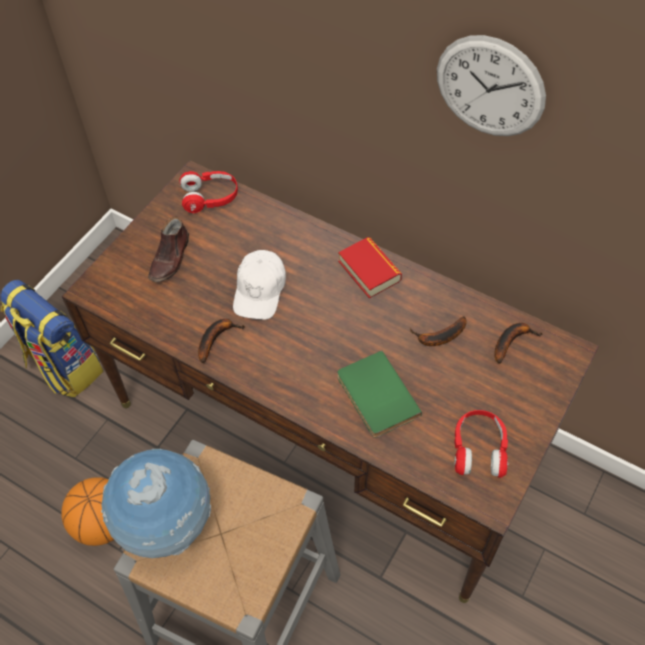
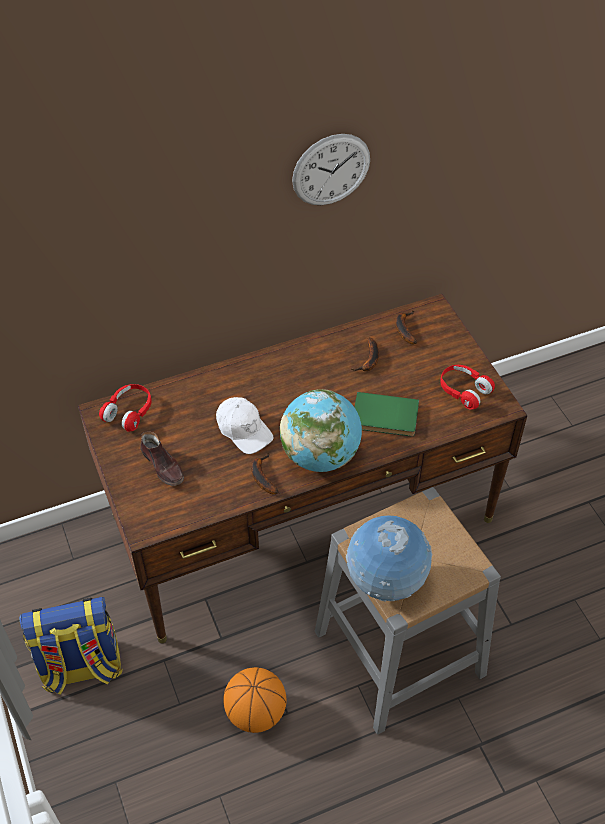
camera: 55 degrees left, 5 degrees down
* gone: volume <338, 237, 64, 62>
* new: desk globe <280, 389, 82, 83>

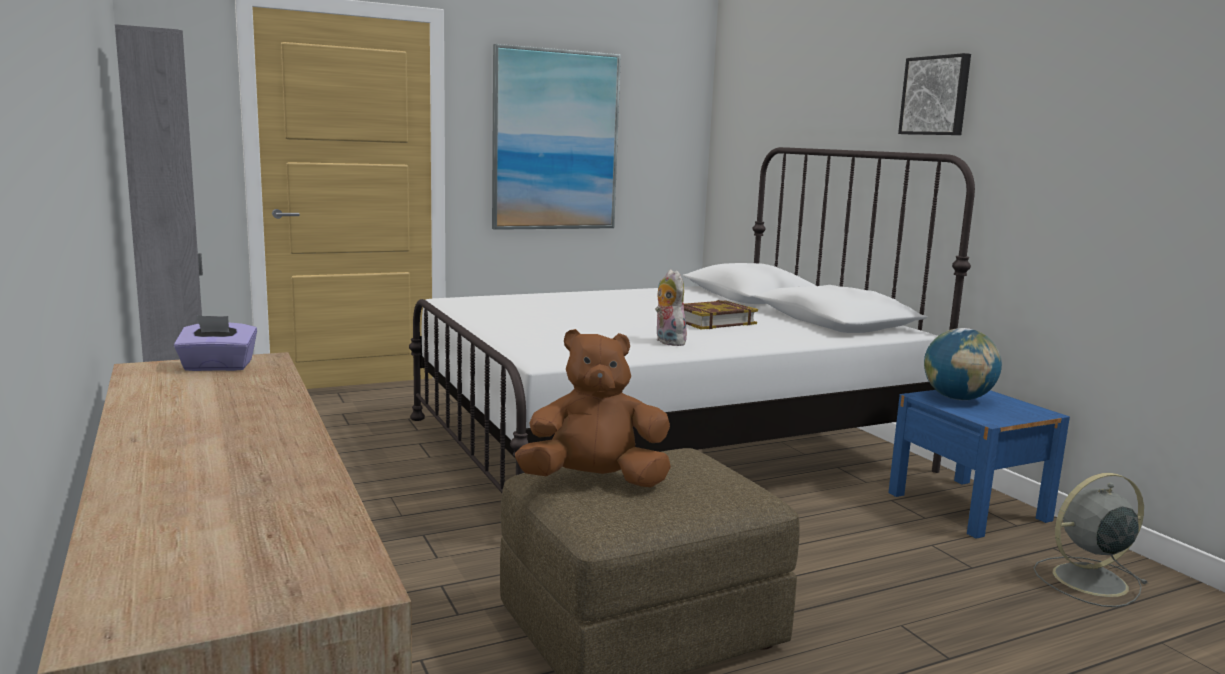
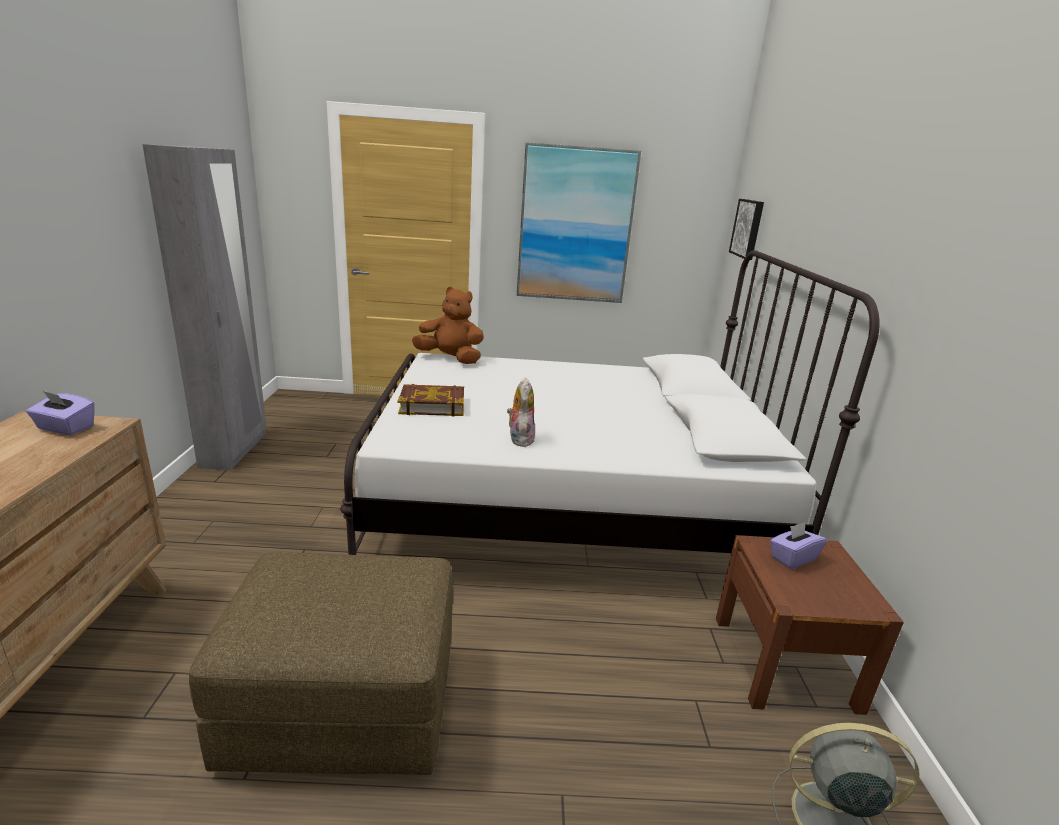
camera: 25 degrees right, 10 degrees up
* shifted: brown-coloured soft toy <515, 329, 156, 158> to <412, 287, 72, 77>
* shifted: volume <684, 300, 74, 29> to <398, 384, 66, 32>
* repainted: blue night table <888, 390, 182, 149> to brown-coloured night table <716, 535, 188, 180>
* shifted: wall art <898, 53, 73, 82> to <729, 199, 35, 61>
* swapped: desk globe <924, 328, 78, 72> to purple box of tissues <770, 522, 57, 47>

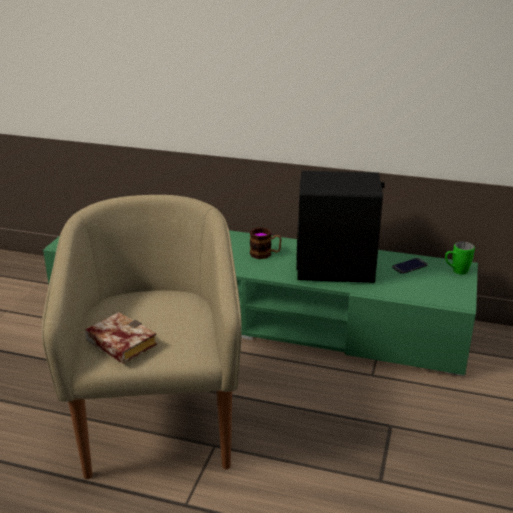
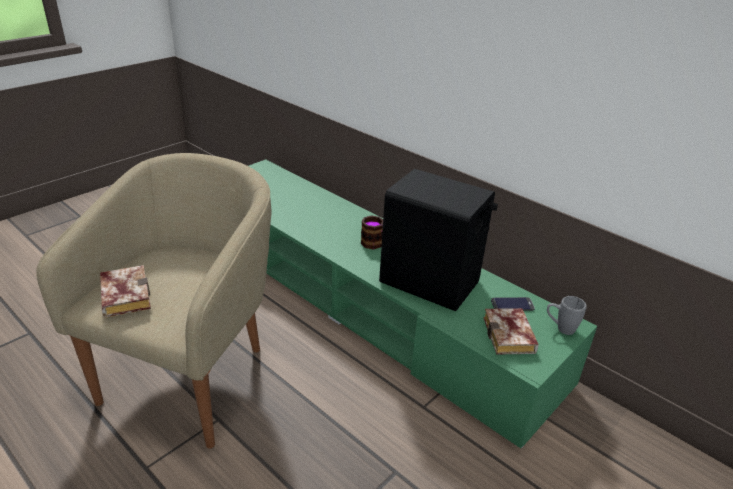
camera: 25 degrees right, 5 degrees up
* repainted: greenish mug <445, 242, 30, 32> to gray mug <547, 296, 40, 39>
* new: volume <484, 308, 54, 47>

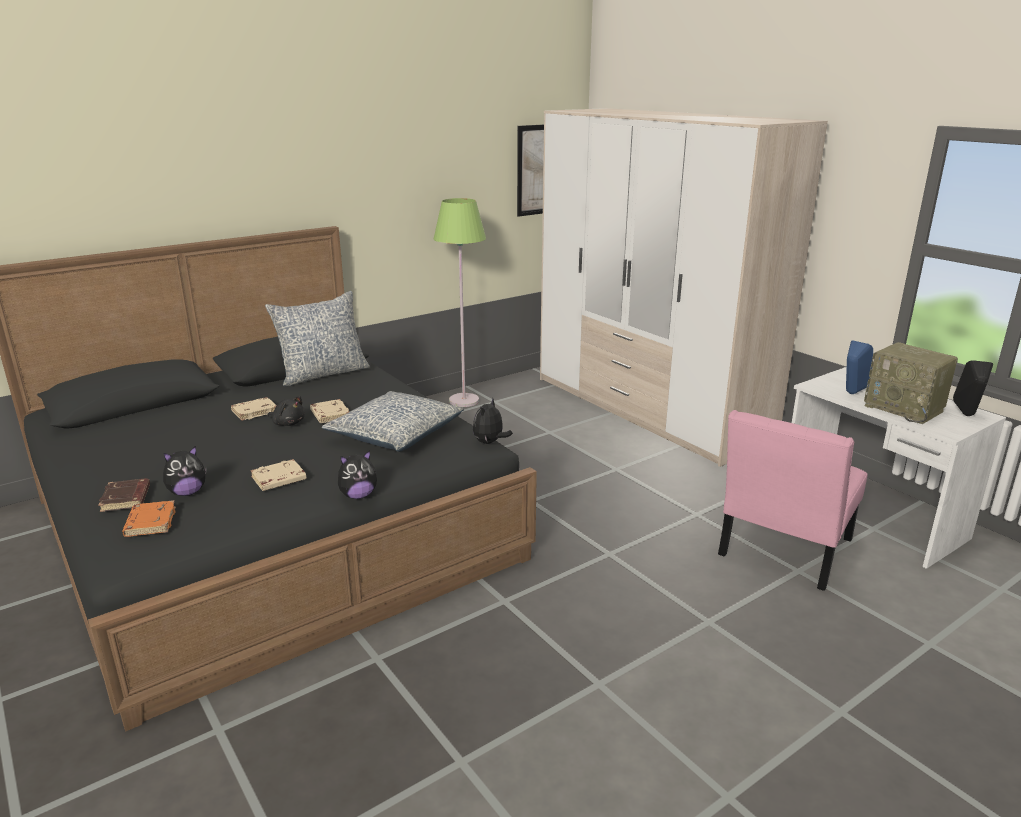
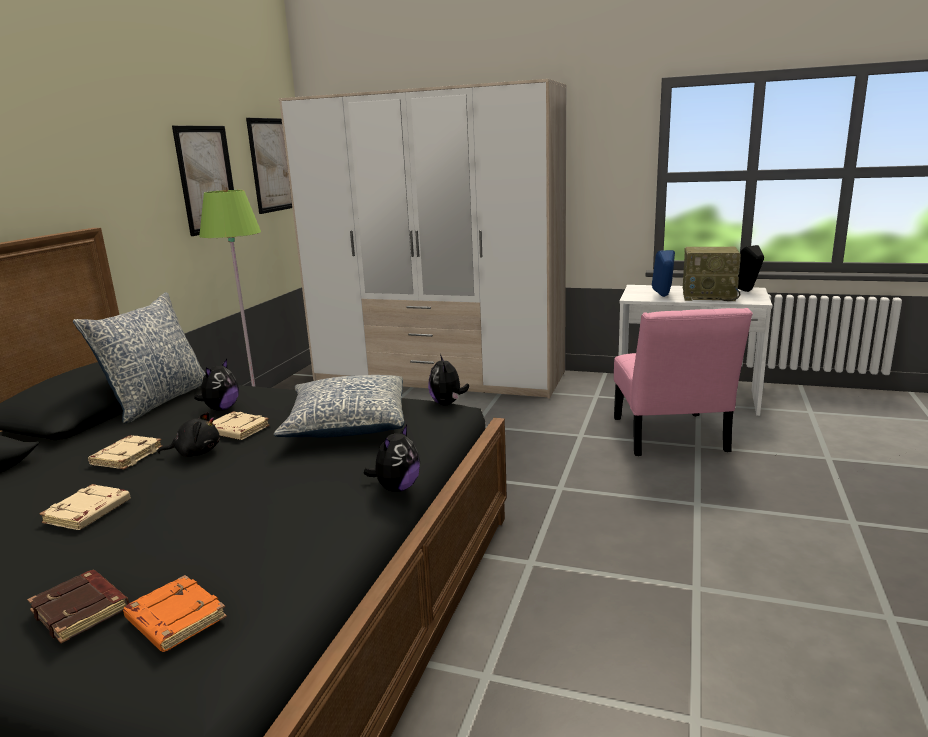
camera: 35 degrees left, 5 degrees down
* shifted: soft toy <163, 446, 44, 50> to <194, 359, 45, 52>
* shifted: beige volume <250, 459, 57, 32> to <39, 484, 92, 46>
* new: wall art <172, 125, 62, 111>

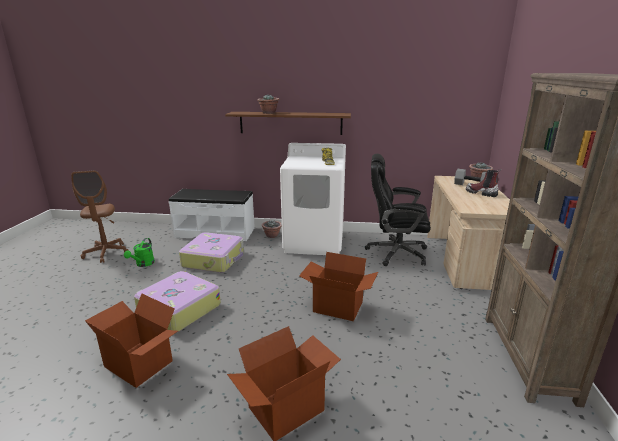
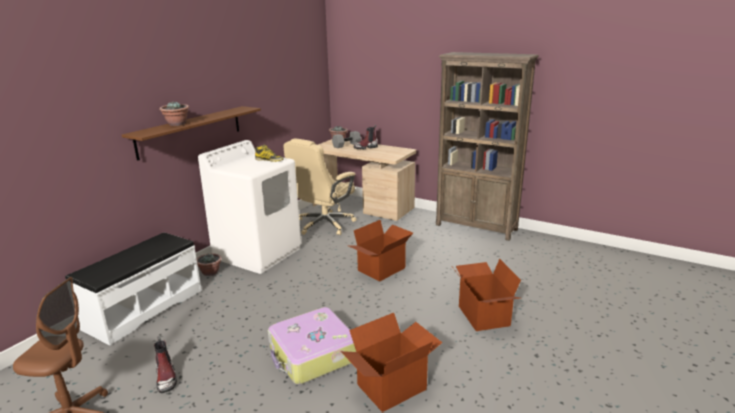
camera: 65 degrees left, 0 degrees up
* swapped: greenish watering can <124, 238, 31, 29> to boot <154, 336, 23, 57>
* gone: piece of luggage <179, 232, 65, 41>
* repainted: blackish office chair <365, 154, 66, 112> to beige office chair <284, 139, 73, 96>

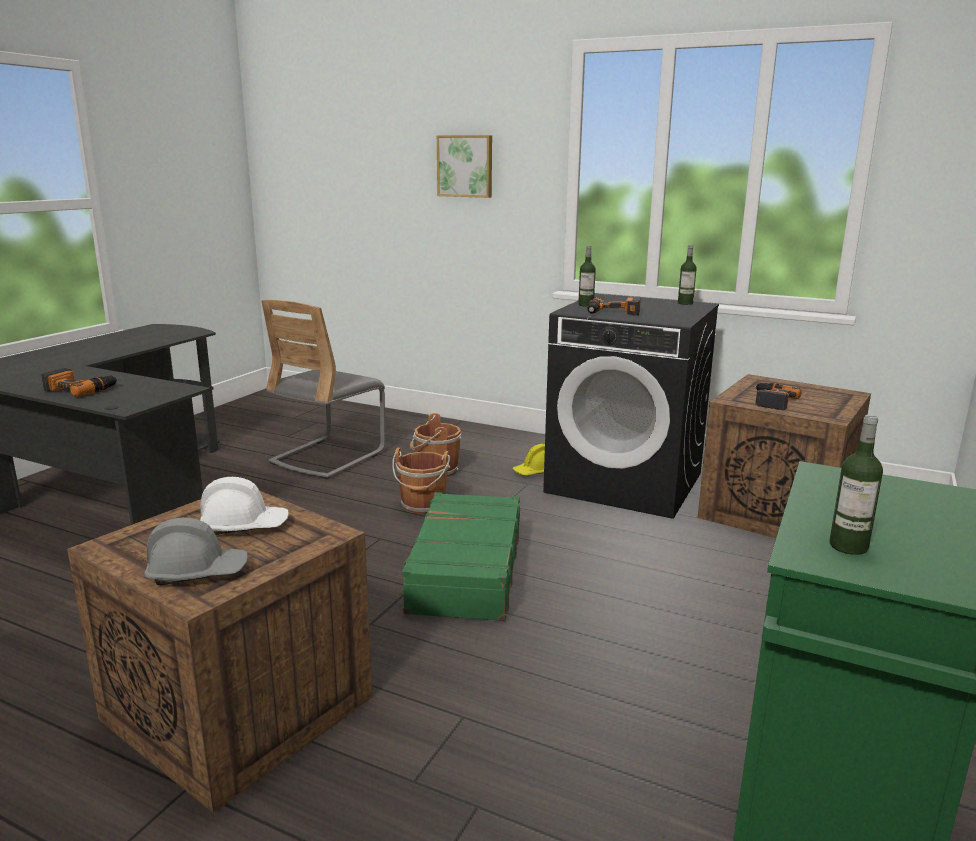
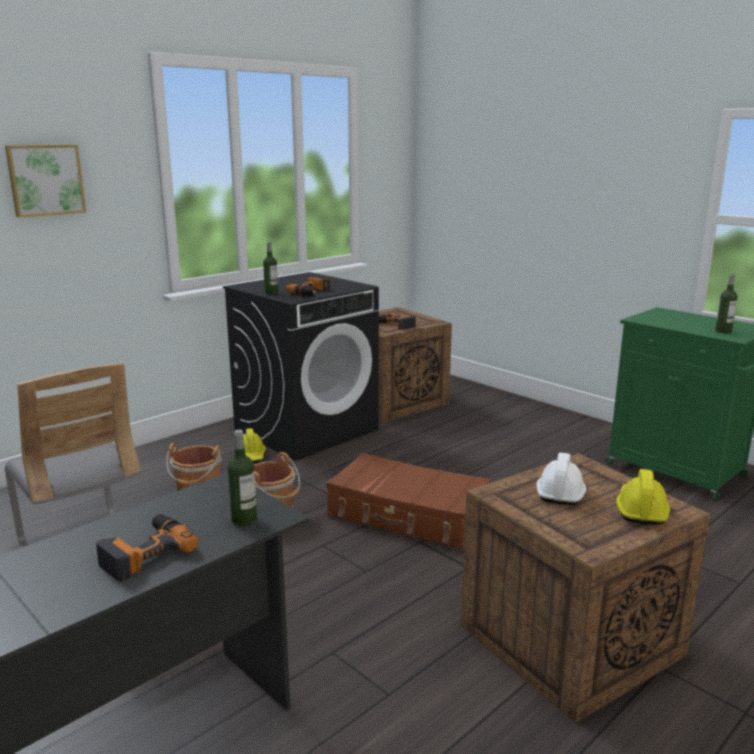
camera: 70 degrees left, 0 degrees up
* repainted: gray work helmet <144, 518, 104, 67> to yellowish work helmet <616, 469, 54, 56>
* repainted: greenish piece of luggage <398, 492, 122, 129> to brown-coloured piece of luggage <326, 453, 165, 97>
* shifted: drink bottle <678, 245, 19, 60> to <228, 430, 29, 96>

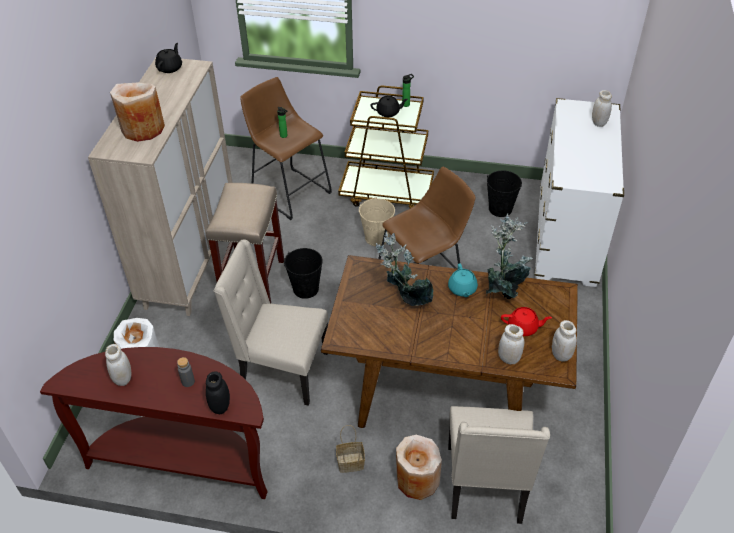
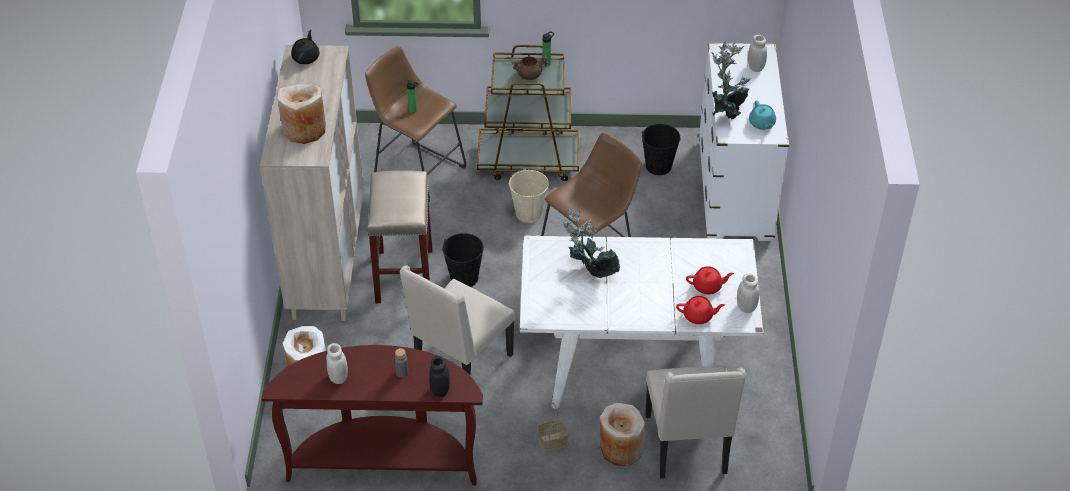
camera: 10 degrees left, 0 degrees up
* rotated: beige chair <214, 239, 114, 167> = <400, 265, 115, 110> 60 degrees counterclockwise
* repainted: brown-coloured dining table <321, 255, 257, 173> to white-coloured dining table <520, 235, 244, 174>
* swapped: blackish tea pot <371, 96, 37, 21> to brown-coloured saucepot <512, 56, 37, 24>
* shifted: turquoise-coloured tea pot <448, 263, 30, 34> to <749, 101, 27, 29>
* shifted: potted plant <486, 213, 47, 87> to <711, 40, 40, 80>
* swapped: white-coloured preserve jar <498, 324, 26, 40> to red-coloured tea pot <676, 296, 49, 28>

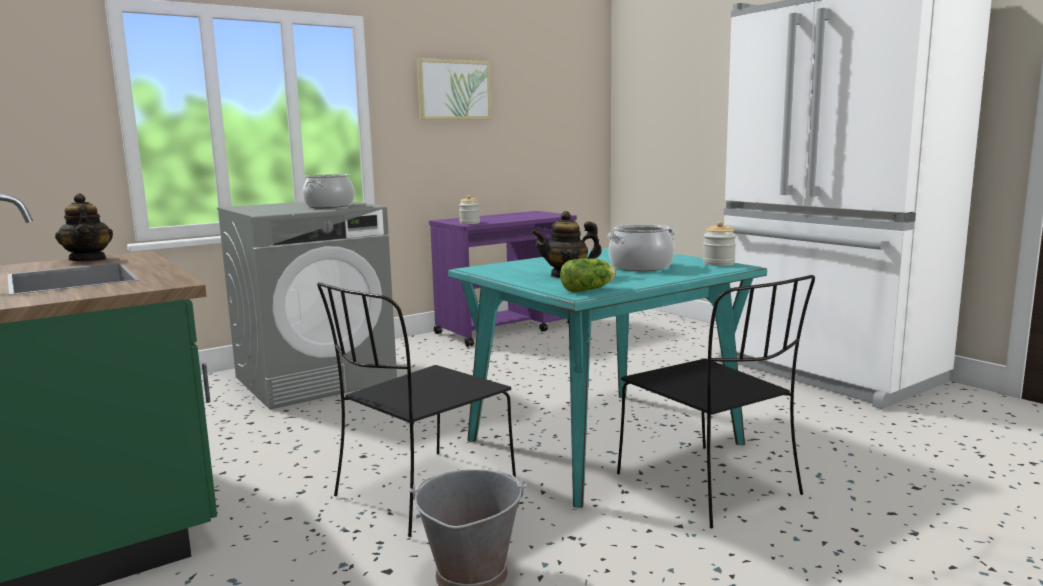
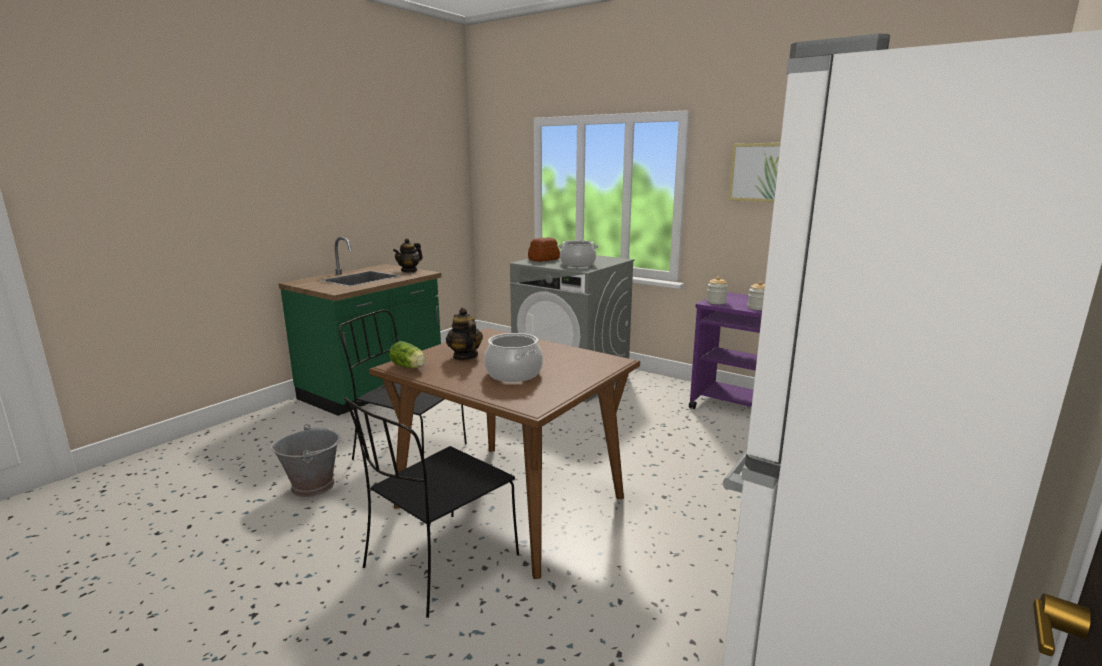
camera: 70 degrees right, 5 degrees up
* repainted: turquoise-coloured dining table <448, 248, 319, 260> to brown-coloured dining table <369, 328, 271, 251>
* shifted: preserve jar <703, 221, 33, 45> to <748, 281, 17, 29>
* new: bread <528, 237, 32, 25>

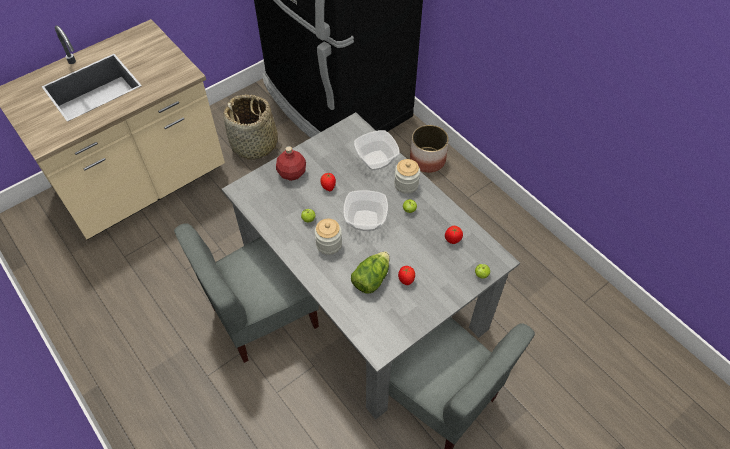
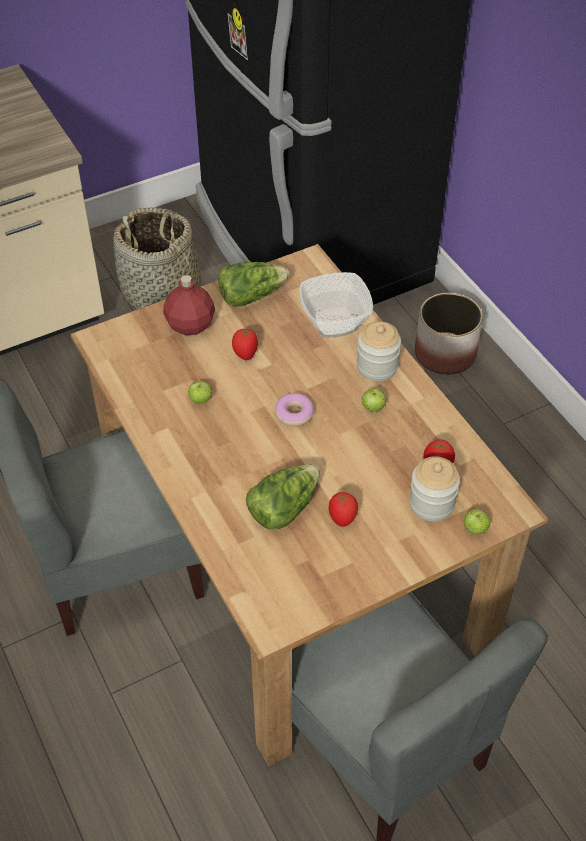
camera: 10 degrees right, 5 degrees down
* repainted: gray dining table <222, 112, 298, 308> to brown-coloured dining table <71, 244, 477, 523>
* shifted: preserve jar <315, 219, 27, 36> to <409, 456, 51, 65>
* swapped: deep dish <343, 190, 45, 41> to ring doughnut <275, 393, 39, 34>
* new: lettuce head <218, 262, 71, 45>

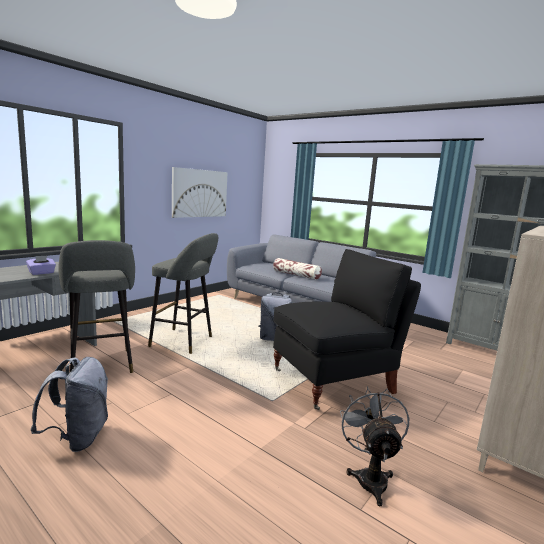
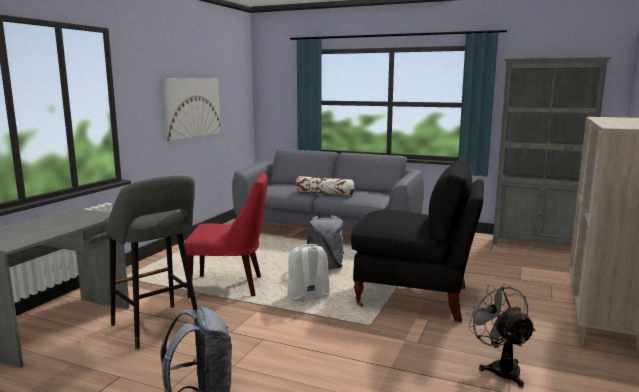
camera: 15 degrees left, 0 degrees up
* gone: purple box of tissues <26, 256, 30, 19>
* swapped: gray stool seat <148, 233, 70, 121> to red-coloured chair <185, 173, 83, 125>
* rotated: blackish easy chair <273, 249, 148, 161> = <351, 160, 133, 162> 60 degrees clockwise
* new: white-coloured rucksack <287, 244, 43, 64>

